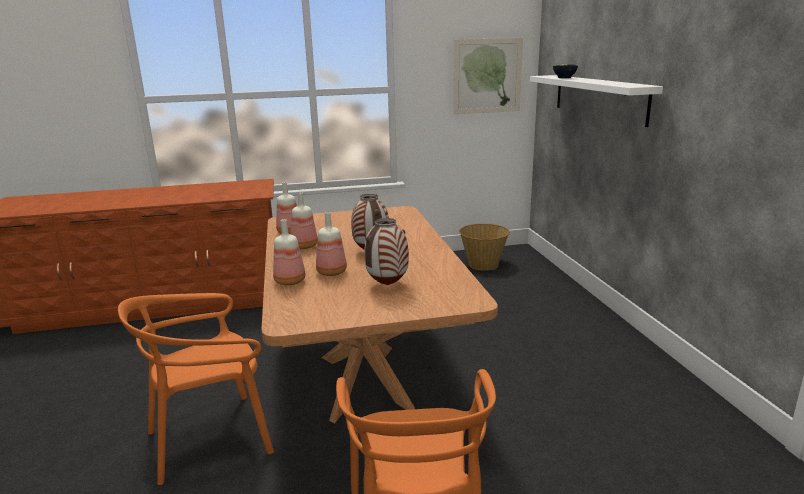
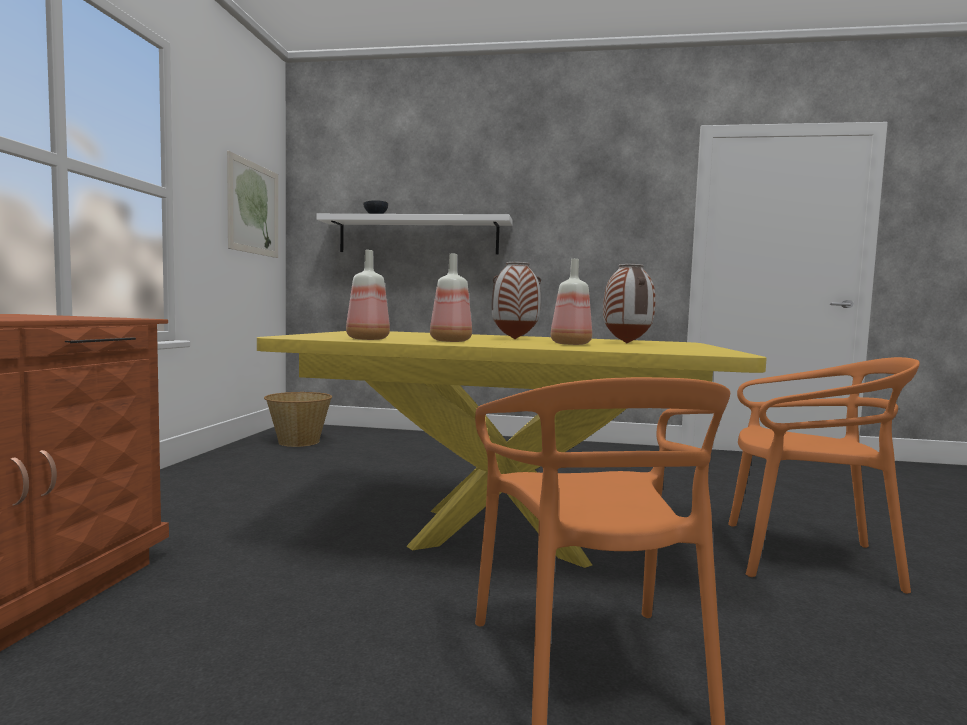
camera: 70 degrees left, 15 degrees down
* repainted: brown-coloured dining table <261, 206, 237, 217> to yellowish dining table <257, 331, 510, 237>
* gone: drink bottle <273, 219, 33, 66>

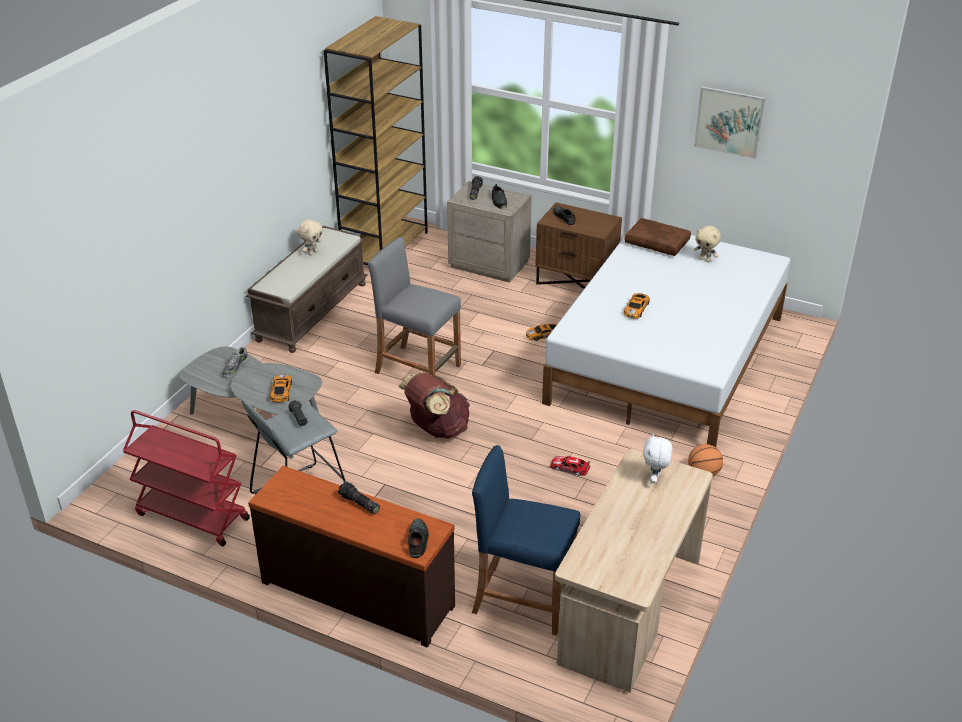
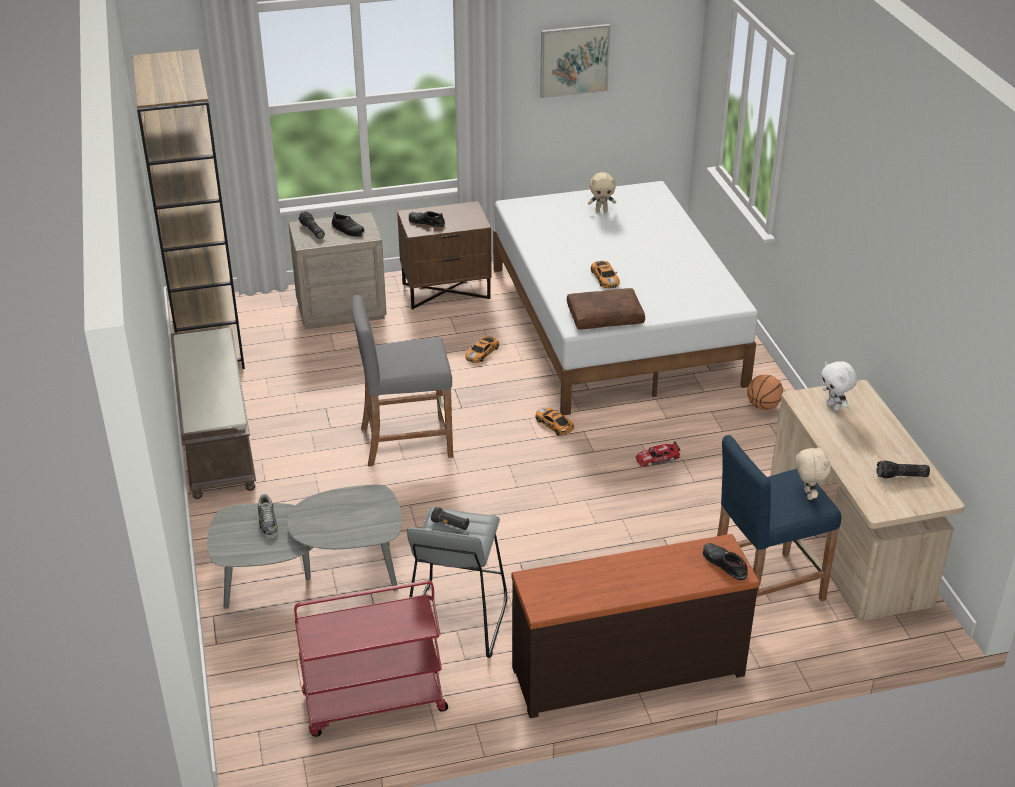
camera: 40 degrees left, 0 degrees up
* shifted: toy car <270, 374, 22, 29> to <535, 408, 39, 27>
* shifted: beige soft toy <298, 220, 25, 36> to <795, 444, 36, 56>
* shifted: flashlight <338, 481, 42, 33> to <876, 460, 54, 18>
* gone: brown-coloured rucksack <398, 373, 72, 66>
* shifted: brown-coloured pillow <624, 218, 67, 38> to <567, 288, 78, 42>

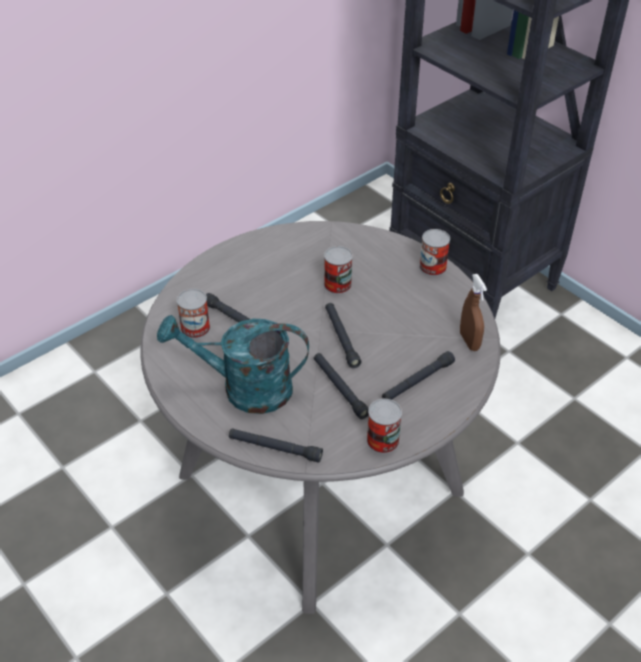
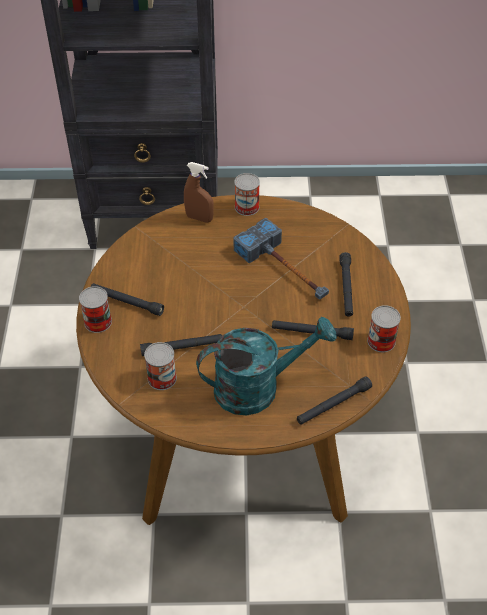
camera: 50 degrees left, 5 degrees up
* repainted: gray dining table <140, 221, 361, 393> to brown-coloured dining table <76, 195, 335, 330>
* rotated: turquoise-coloured watering can <157, 315, 152, 99> = <196, 317, 140, 99> 150 degrees counterclockwise
* shifted: can <324, 246, 29, 48> to <79, 286, 33, 47>
* shifted: blackish flashlight <325, 303, 37, 65> to <90, 283, 74, 33>
* shifted: brown-coloured spray bottle <460, 274, 27, 77> to <184, 162, 30, 61>
* new: tool hammer <234, 218, 95, 82>

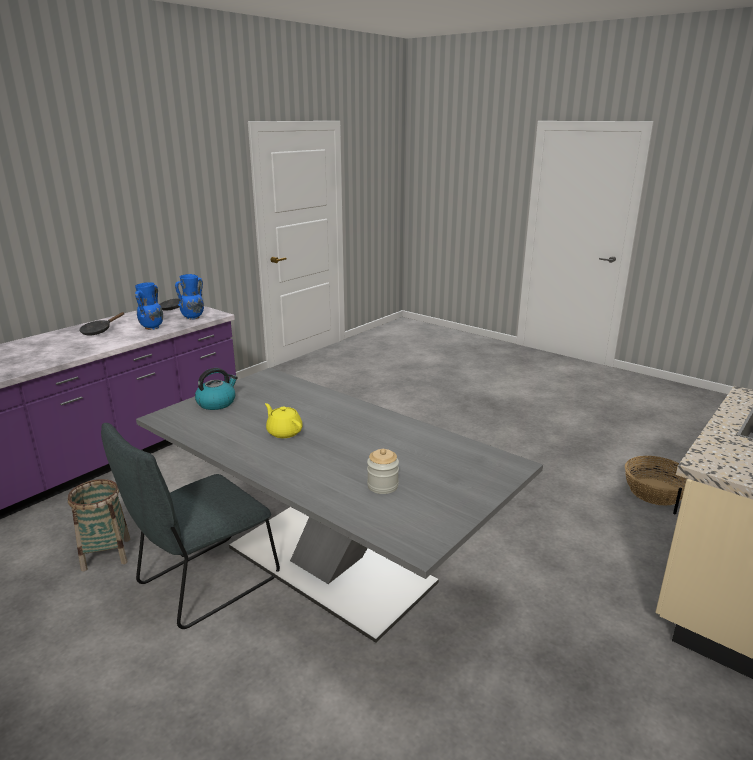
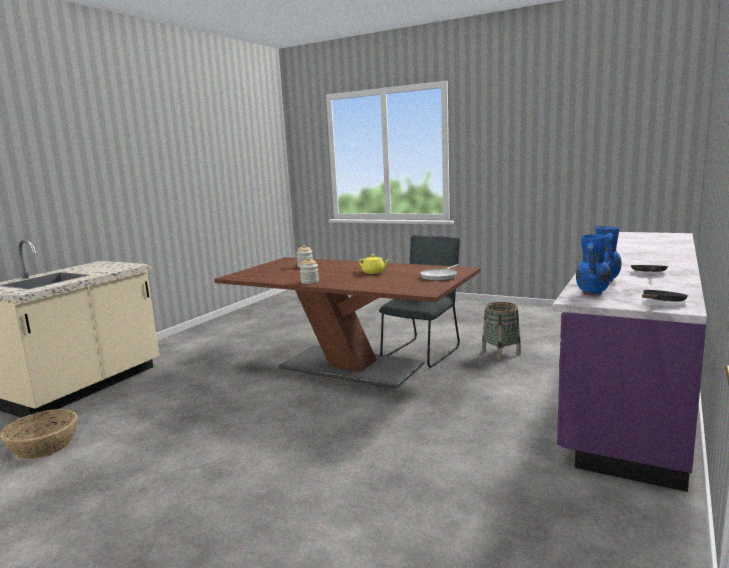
camera: 170 degrees right, 10 degrees down
* repainted: gray dining table <136, 368, 407, 275> to brown-coloured dining table <214, 257, 266, 132>
* swapped: water kettle <195, 368, 43, 42> to frying pan <421, 264, 38, 17>
* new: preserve jar <299, 258, 20, 26>

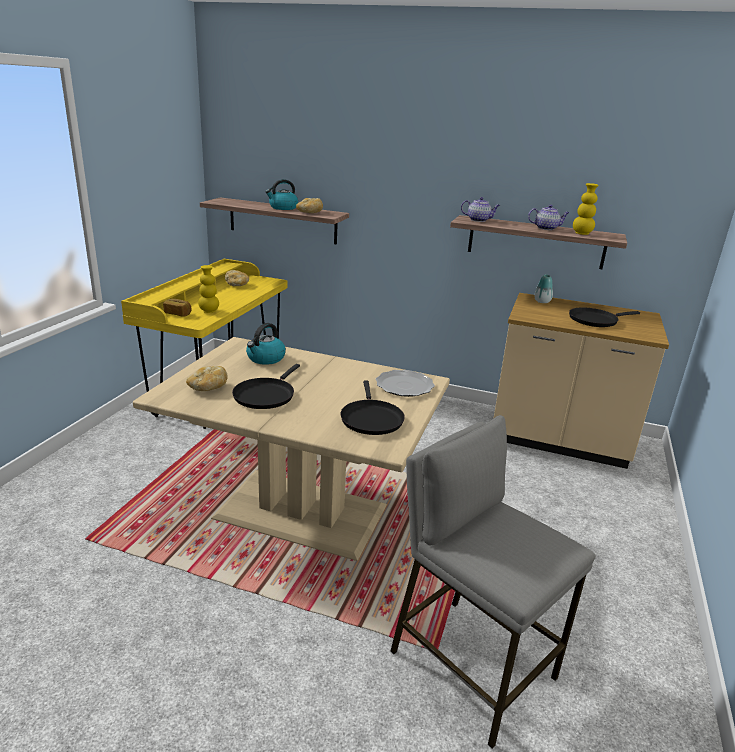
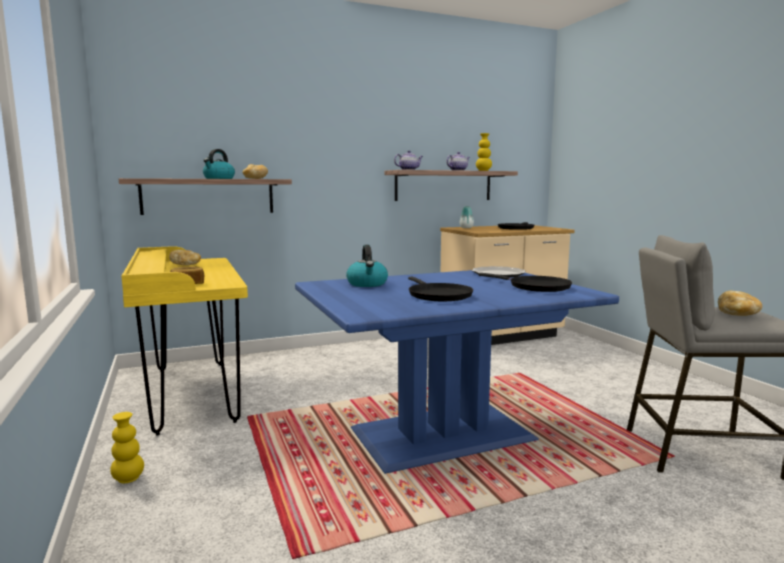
camera: 40 degrees left, 15 degrees down
* repainted: beige dining table <133, 337, 317, 224> to blue dining table <295, 270, 324, 204>
* shifted: bread <186, 366, 41, 25> to <718, 291, 44, 25>
* shifted: yellowish flower vase <198, 265, 21, 48> to <110, 412, 34, 71>

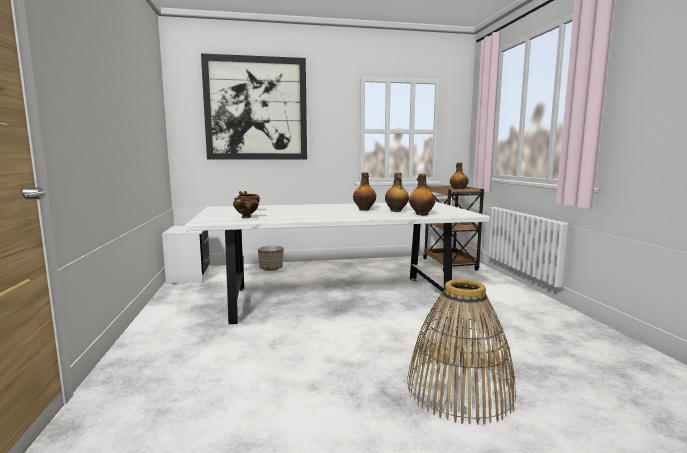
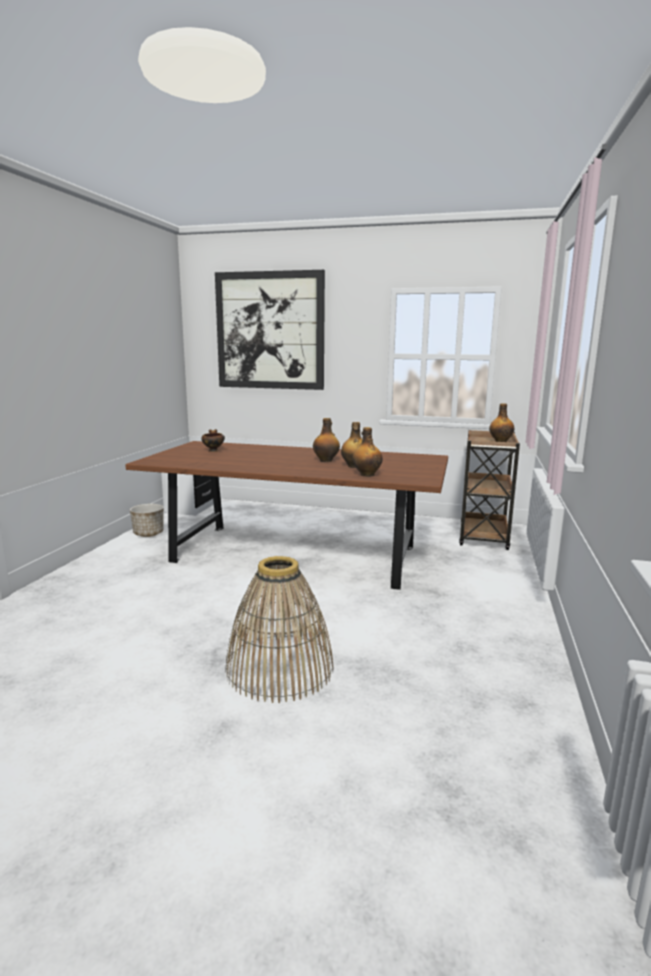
camera: 25 degrees right, 5 degrees up
* repainted: white-coloured dining table <185, 202, 305, 122> to brown-coloured dining table <125, 441, 323, 149>
* gone: deep dish <233, 198, 26, 20>
* shifted: planter <258, 245, 25, 26> to <130, 504, 34, 33>

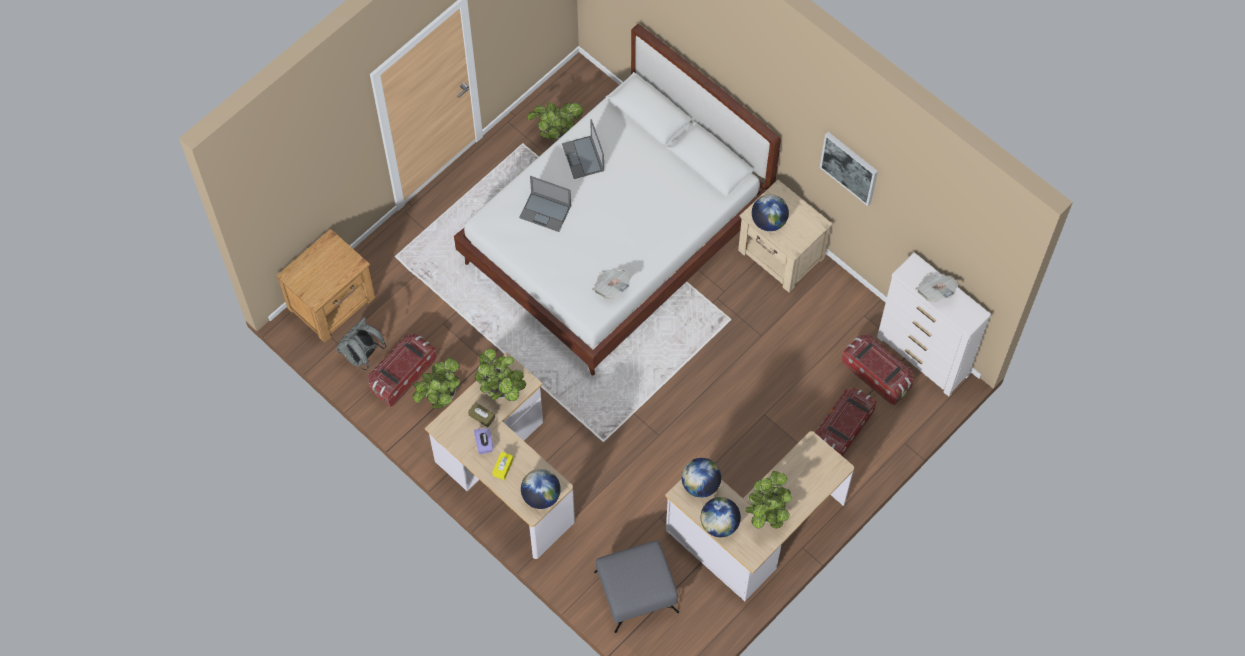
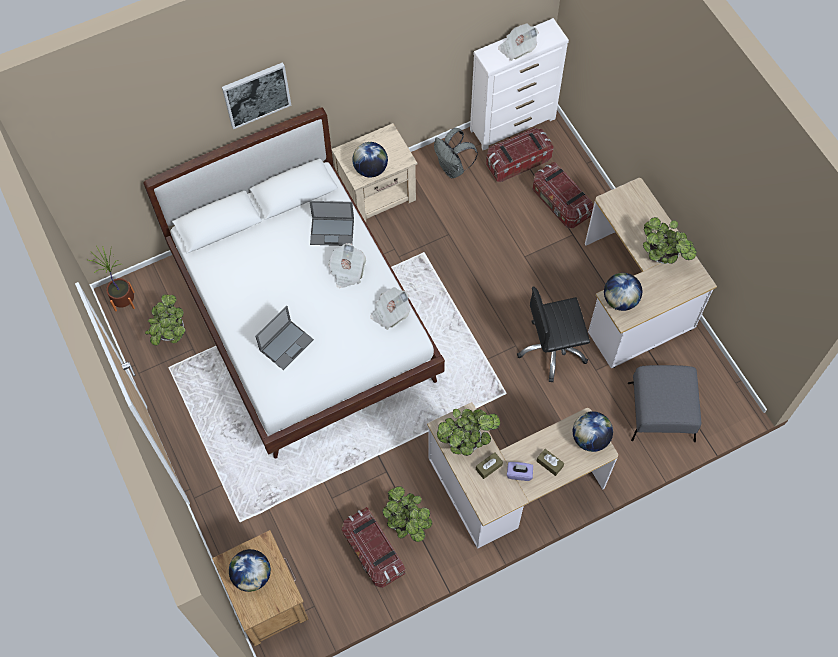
camera: 70 degrees left, 0 degrees up
* shifted: gray rucksack <336, 317, 51, 53> to <434, 128, 44, 50>
* repainted: yellowish box of tissues <492, 452, 21, 28> to brown-coloured box of tissues <536, 449, 28, 27>
* shifted: portable computer <562, 119, 42, 60> to <309, 201, 45, 45>
* shifted: desk globe <701, 497, 40, 40> to <229, 549, 42, 43>
* shifted: wall art <819, 132, 59, 74> to <222, 62, 69, 67>
* new: potted plant <88, 246, 47, 65>
* new: printed paper <328, 243, 38, 45>
* new: blackish office chair <517, 287, 73, 95>

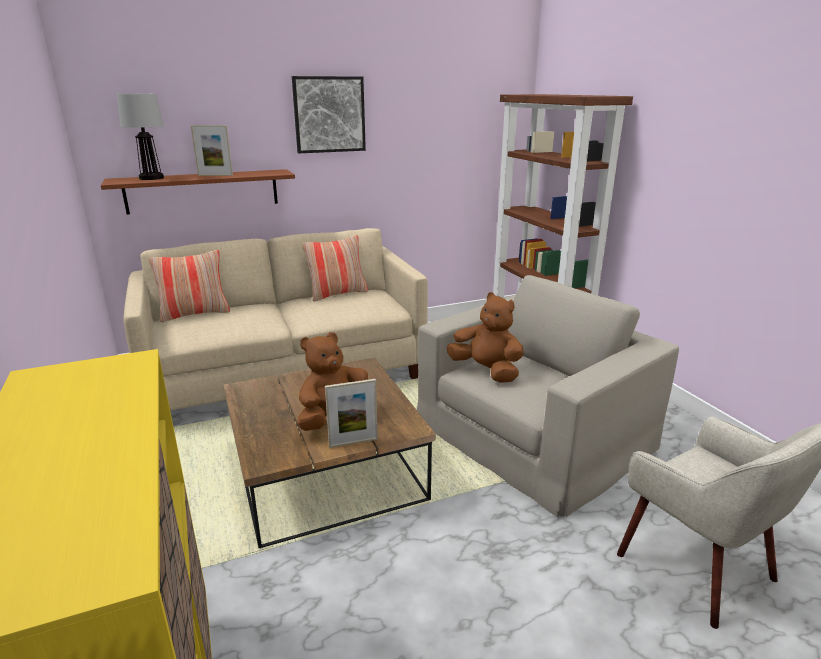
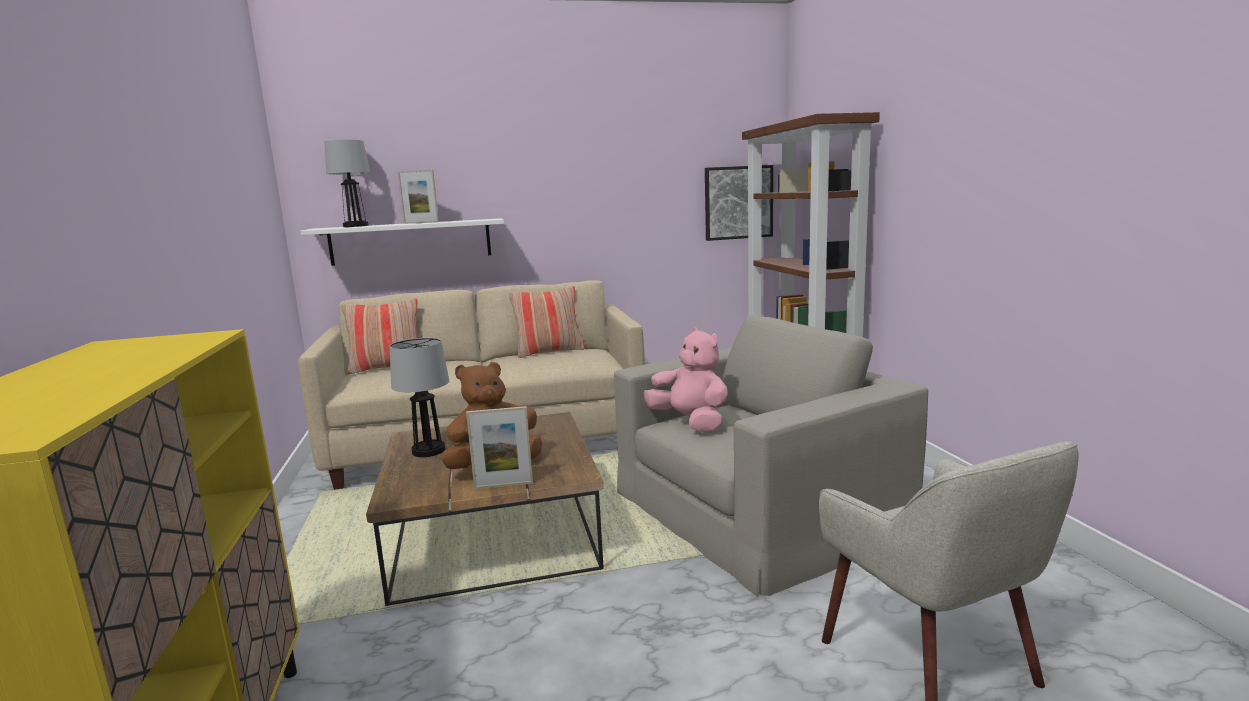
camera: 10 degrees right, 10 degrees down
* repainted: brown-coloured wall shelf <101, 169, 194, 46> to white-coloured wall shelf <300, 218, 204, 48>
* shifted: wall art <292, 76, 74, 77> to <705, 165, 68, 76>
* repainted: brown-coloured soft toy <447, 292, 77, 91> to pink soft toy <643, 327, 85, 105>
* new: table lamp <390, 338, 59, 119>

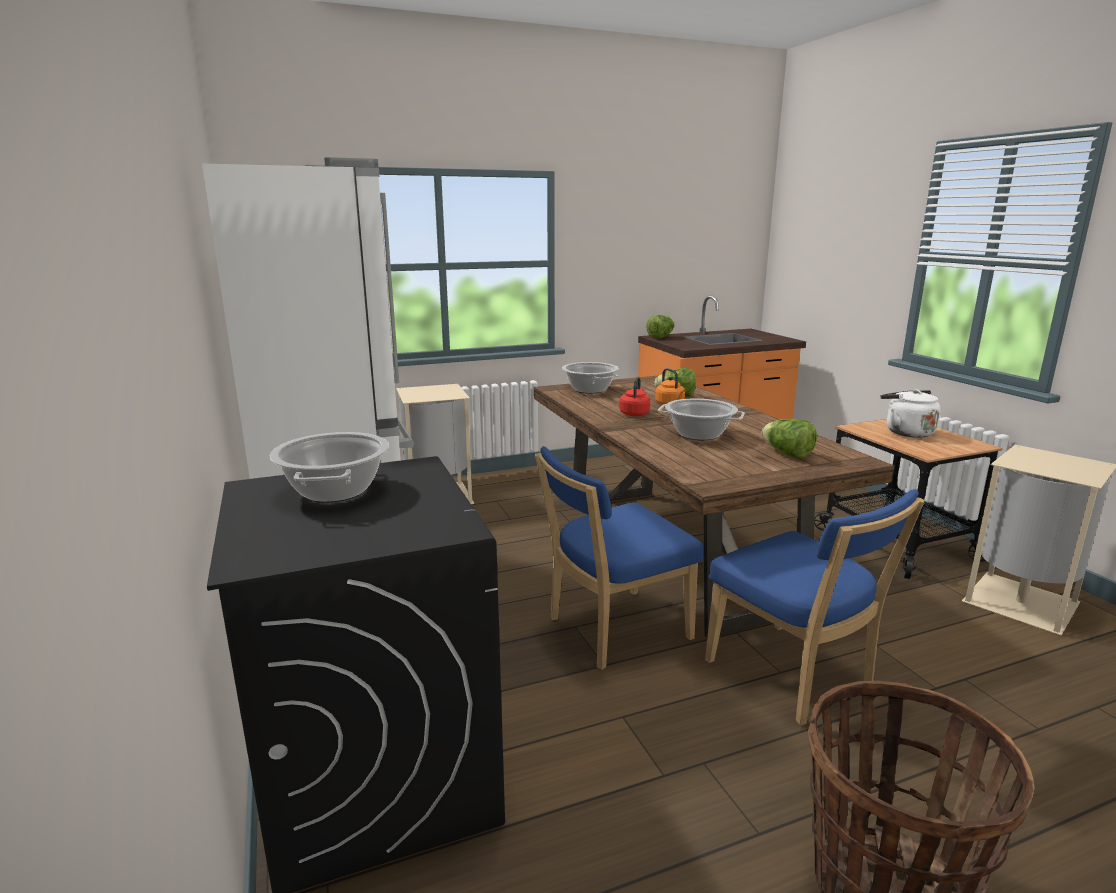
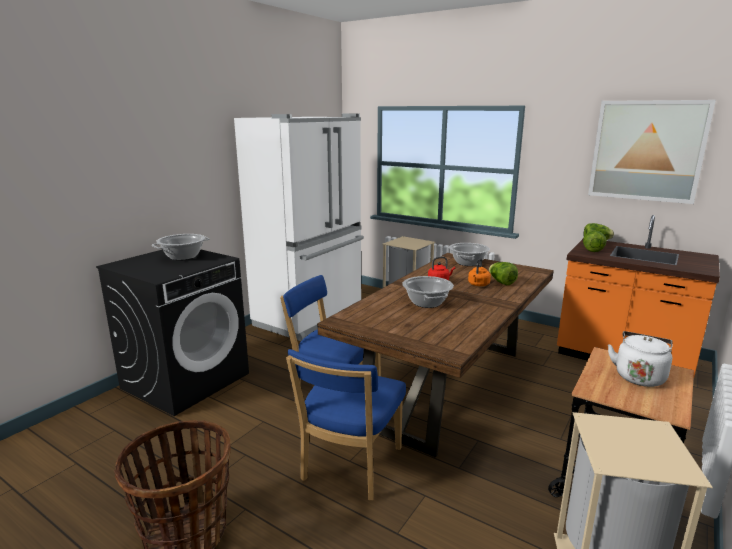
camera: 55 degrees right, 0 degrees up
* shifted: lettuce head <762, 419, 55, 40> to <583, 231, 24, 21>
* new: wall art <588, 100, 128, 104>

